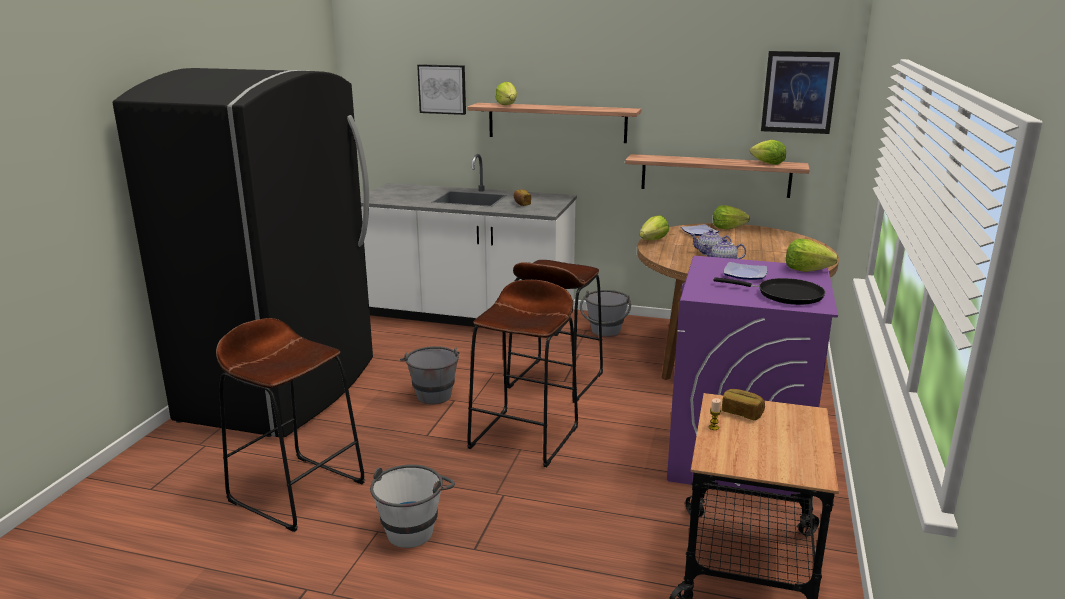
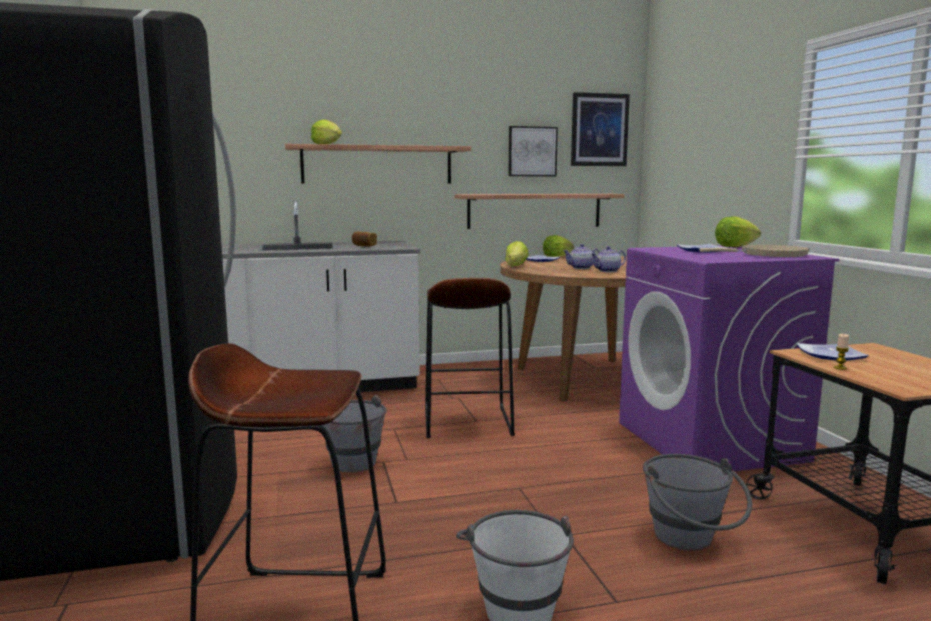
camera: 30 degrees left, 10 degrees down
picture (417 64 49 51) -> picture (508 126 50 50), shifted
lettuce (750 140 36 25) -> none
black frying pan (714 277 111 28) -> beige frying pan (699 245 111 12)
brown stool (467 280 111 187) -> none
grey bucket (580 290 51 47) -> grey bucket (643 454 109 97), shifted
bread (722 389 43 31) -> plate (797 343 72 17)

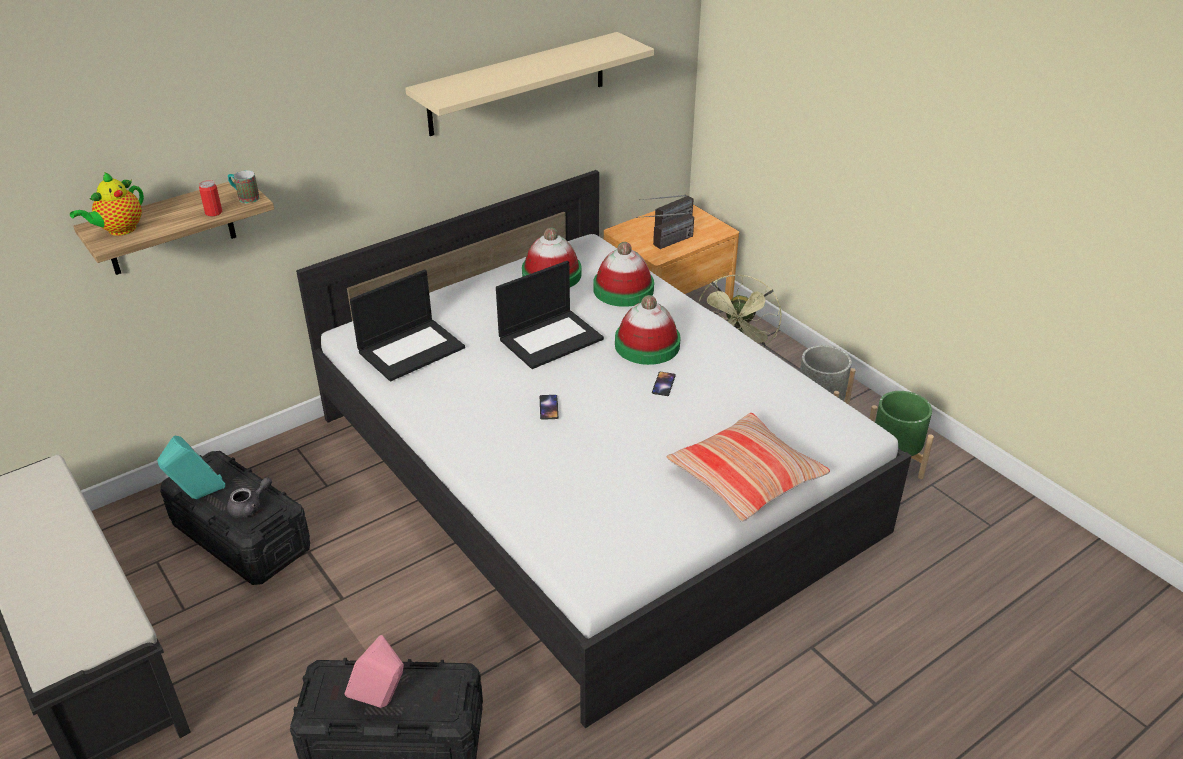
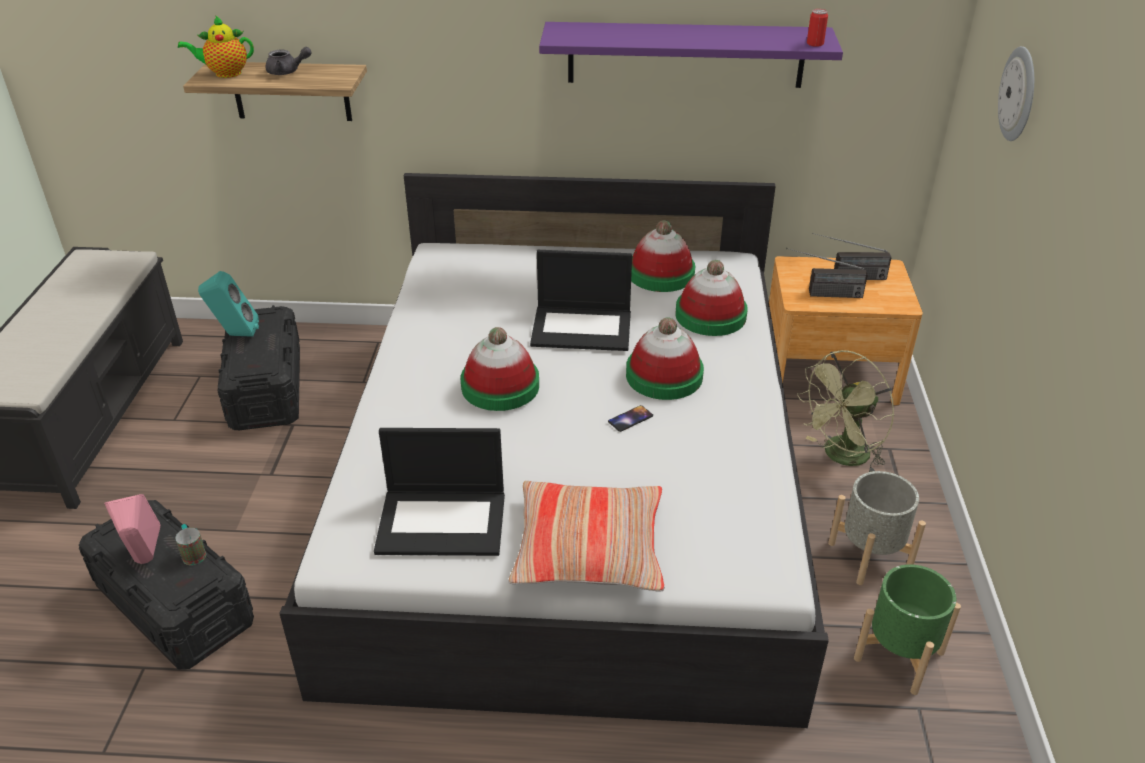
camera: 40 degrees right, 0 degrees up
beige shelf (405 32 249 104) -> purple shelf (539 22 304 66)
mug (228 170 32 33) -> mug (175 524 31 41), shifted
can (199 180 23 36) -> can (807 9 21 38), shifted
laptop (350 270 115 111) -> laptop (374 428 131 128), shifted
phone (540 395 18 25) -> hat (461 327 78 84)
grey teapot (227 477 45 41) -> grey teapot (265 47 47 28), shifted
none -> wall clock (998 46 36 95)

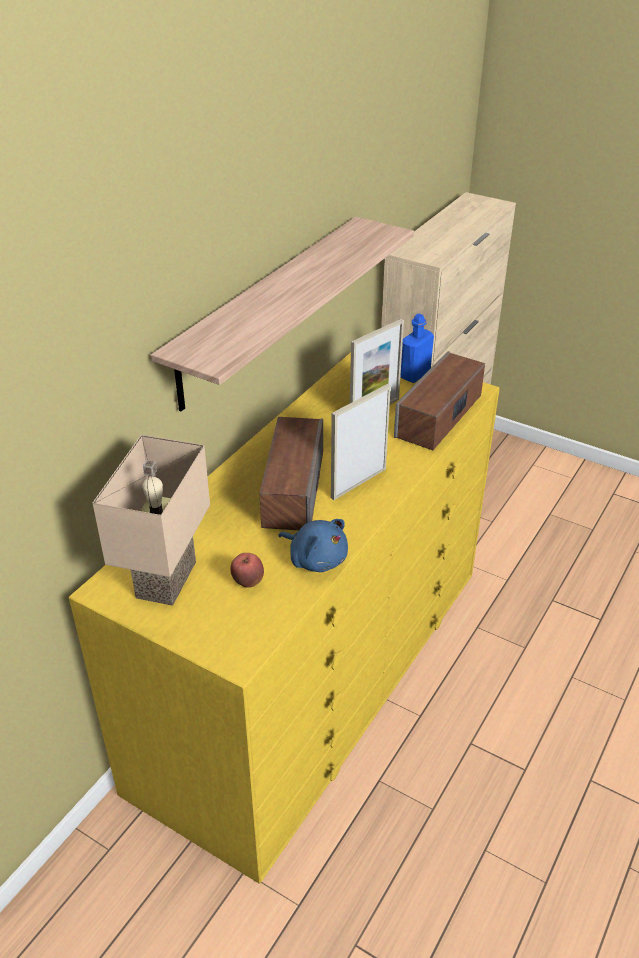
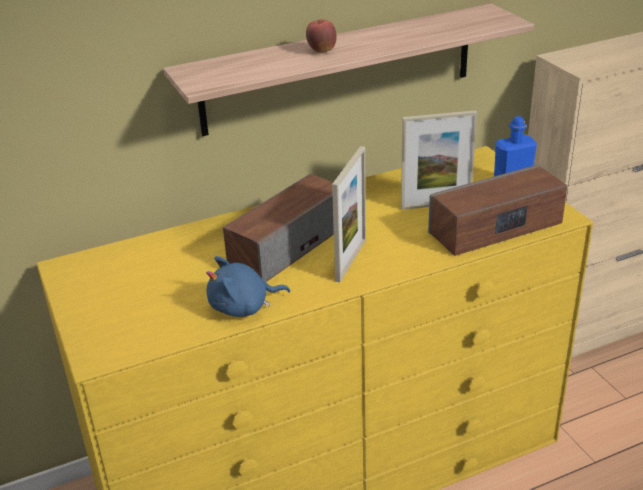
camera: 35 degrees right, 5 degrees down
picture frame (331 384 60 116) -> picture frame (332 146 34 136), 120 degrees clockwise
beige table lamp (93 435 117 171) -> none
blue plush toy (279 519 69 53) -> blue plush toy (206 256 84 61), 90 degrees clockwise
apple (230 553 34 35) -> apple (306 19 30 34), shifted

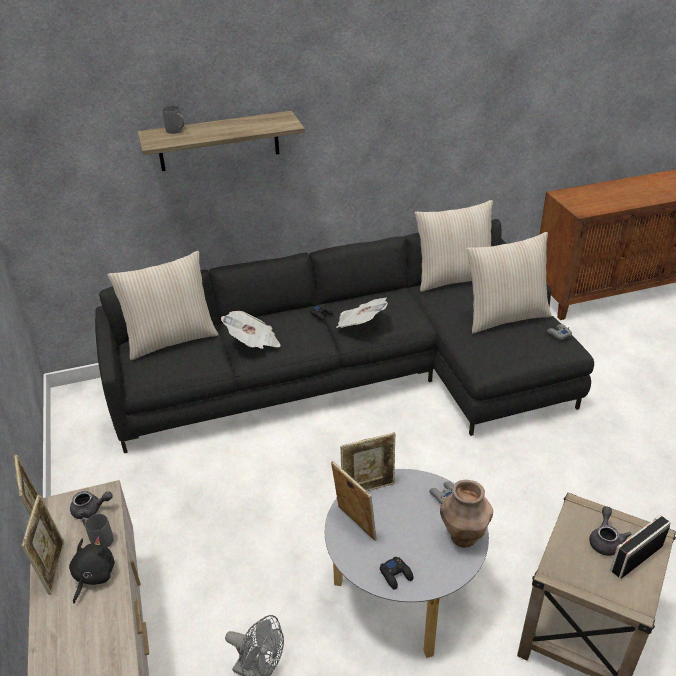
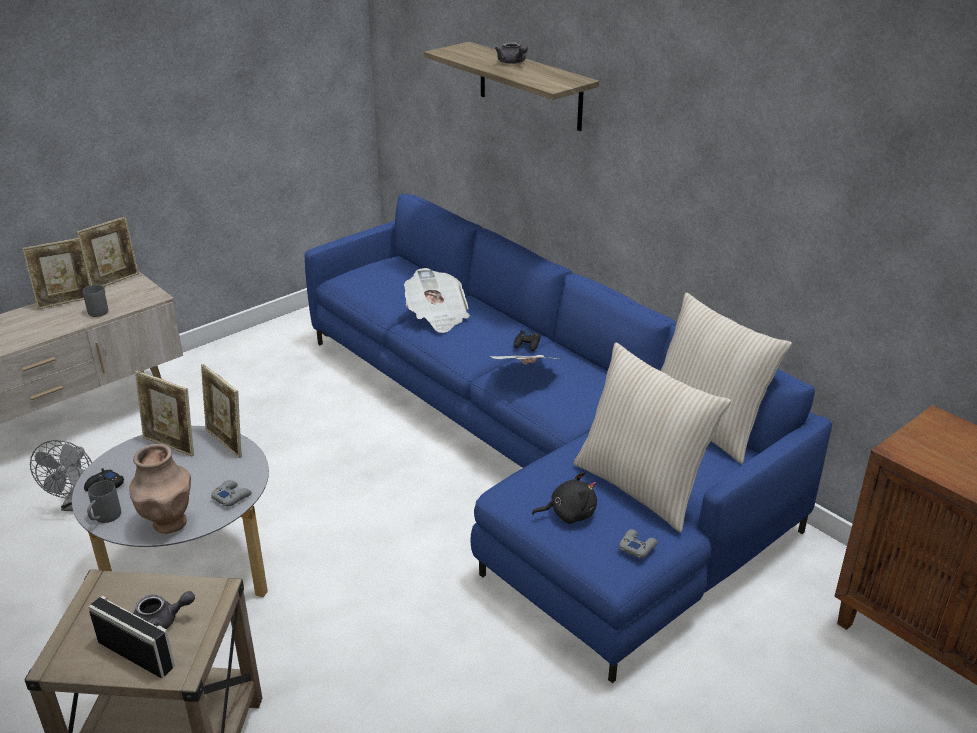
camera: 65 degrees right, 5 degrees down
grey mug (162 105 22 29) -> grey mug (87 481 34 42), shifted
black sofa (95 219 499 234) -> blue sofa (305 194 527 489)
beige pillow (108 251 111 109) -> none
picture frame (331 461 46 80) -> picture frame (135 371 59 86), 90 degrees clockwise
grey teapot (70 491 43 28) -> grey teapot (495 42 33 22), shifted
black plush toy (69 536 46 68) -> black plush toy (532 472 65 52), shifted

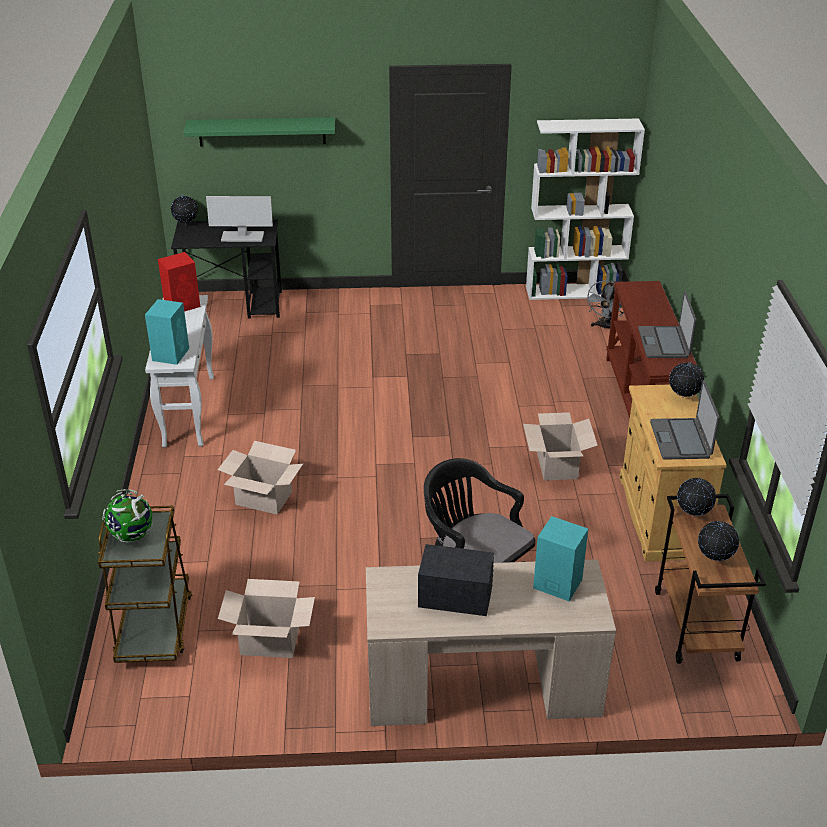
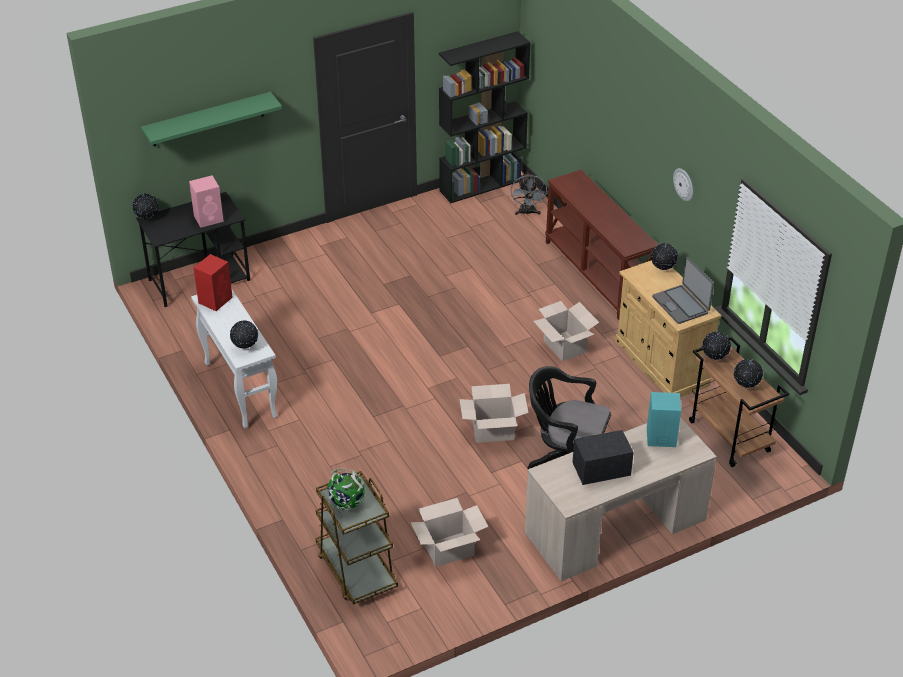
camera: 25 degrees left, 5 degrees up
white bookcase (526 118 119 182) -> black bookcase (439 31 92 172)
monitor (206 196 67 46) -> pink speaker (189 175 35 53)
laptop (638 291 59 67) -> none
turquoise speaker (145 299 44 66) -> globe (230 320 28 29)
cardboard box (218 441 85 73) -> cardboard box (459 384 70 59), shifted
none -> wall clock (673 168 20 33)

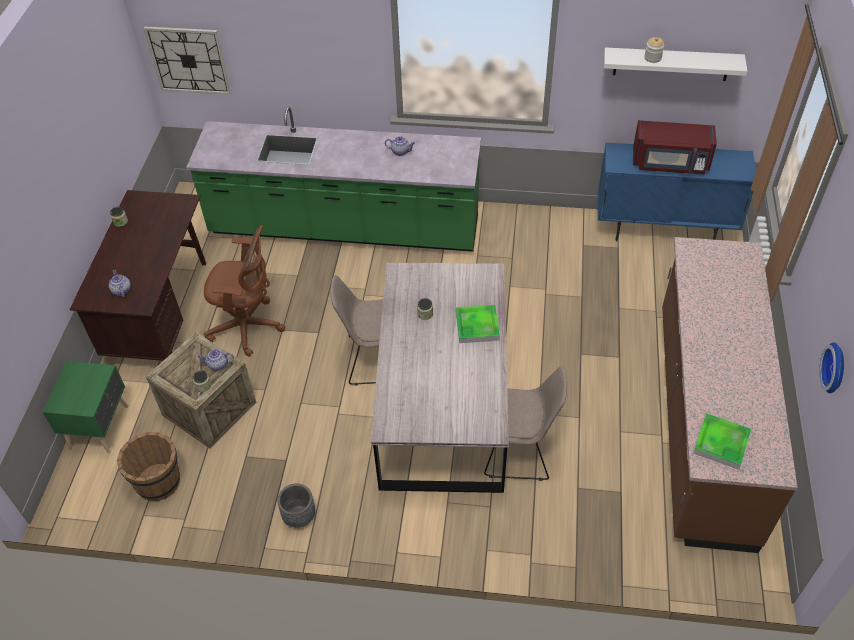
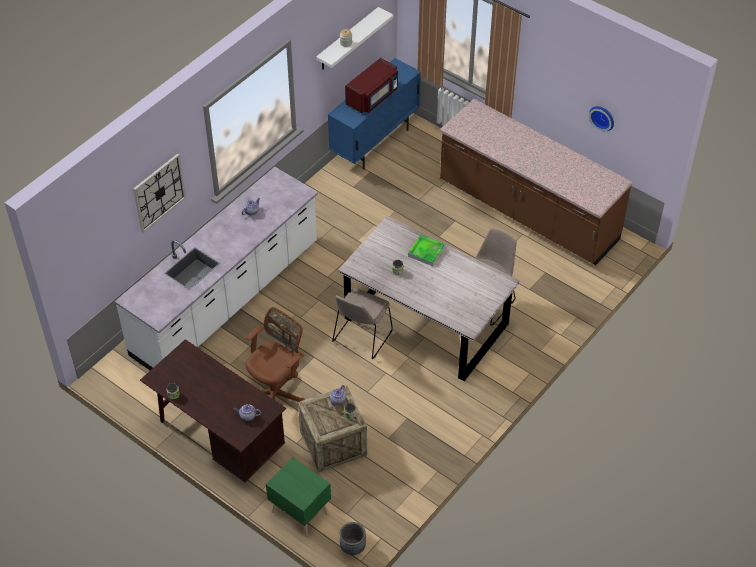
camera: 60 degrees left, 0 degrees up
wall clock (143 27 88 68) -> wall clock (133 153 53 80), shifted
green counter (186 107 295 145) -> white counter (115 167 203 203)
tray (693 413 59 57) -> none
brown bucket (117 432 63 69) -> none
grey planter (277 484 39 44) -> grey planter (340 522 26 33), shifted

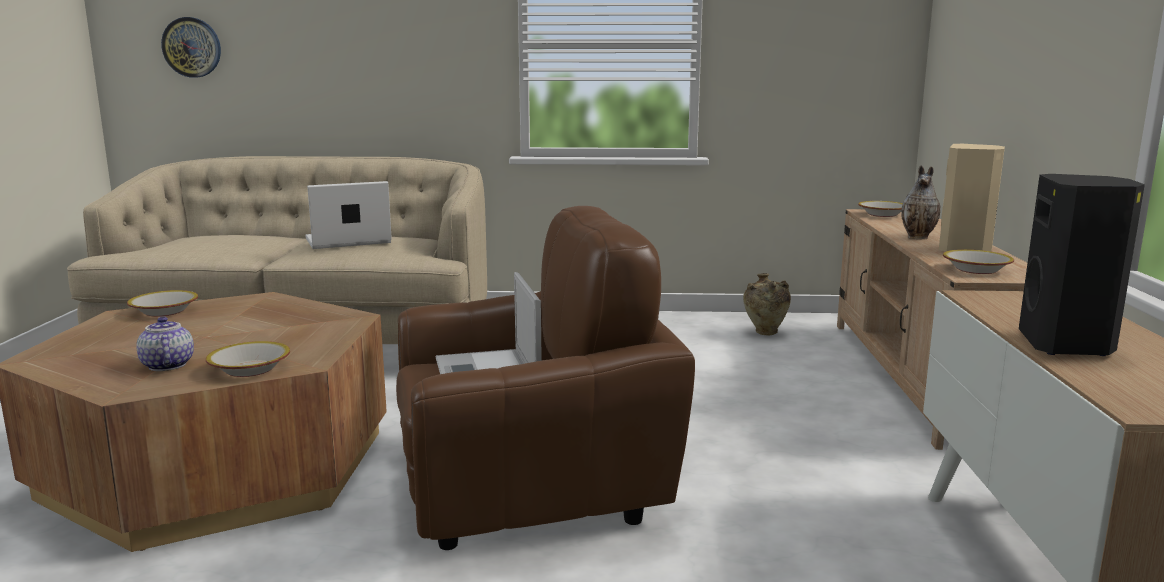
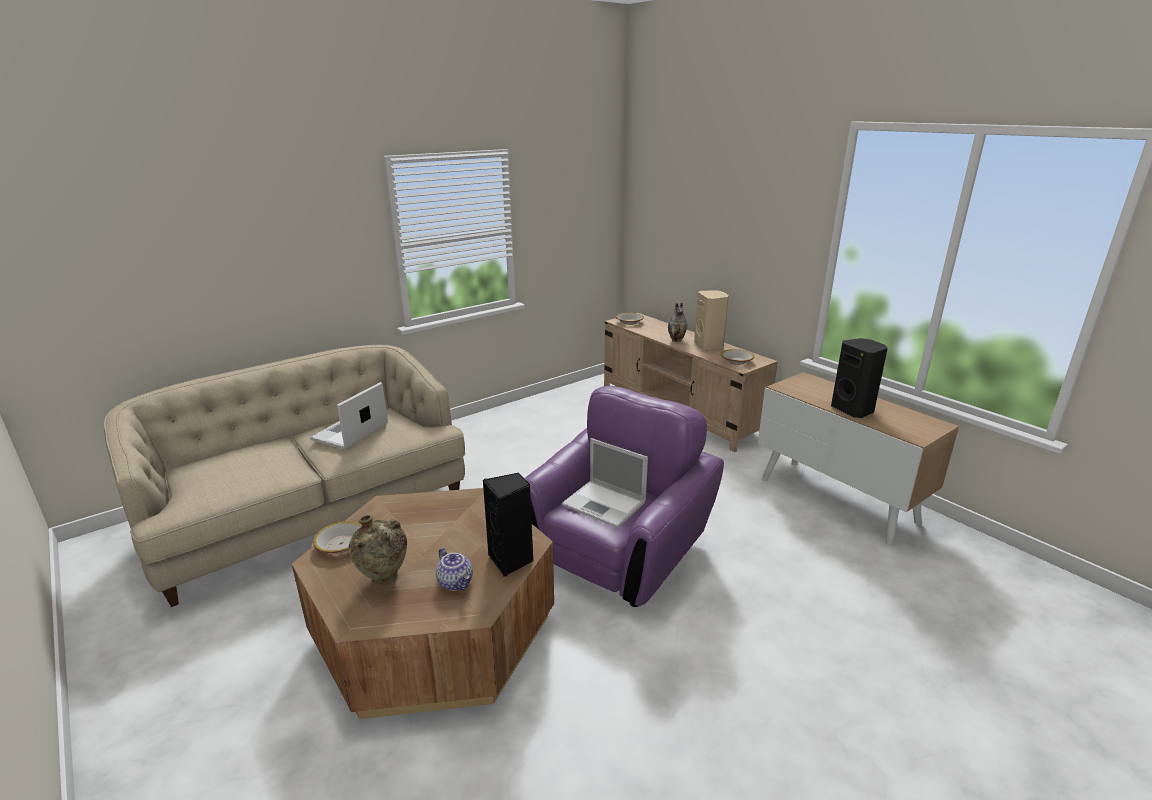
camera: 40 degrees left, 10 degrees up
wall clock (161 17 60 61) -> none
brown armchair (396 206 299 344) -> purple armchair (524 386 200 221)
beige vase (743 273 48 62) -> beige vase (348 515 59 70), shifted
teapot (136 317 58 54) -> teapot (436 548 37 43), 150 degrees counterclockwise
bowl (206 341 84 36) -> black speaker (483 473 50 104)

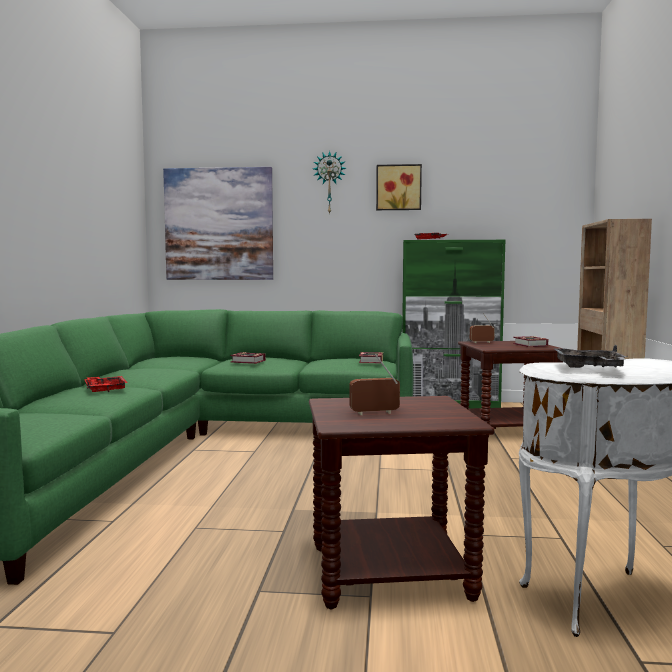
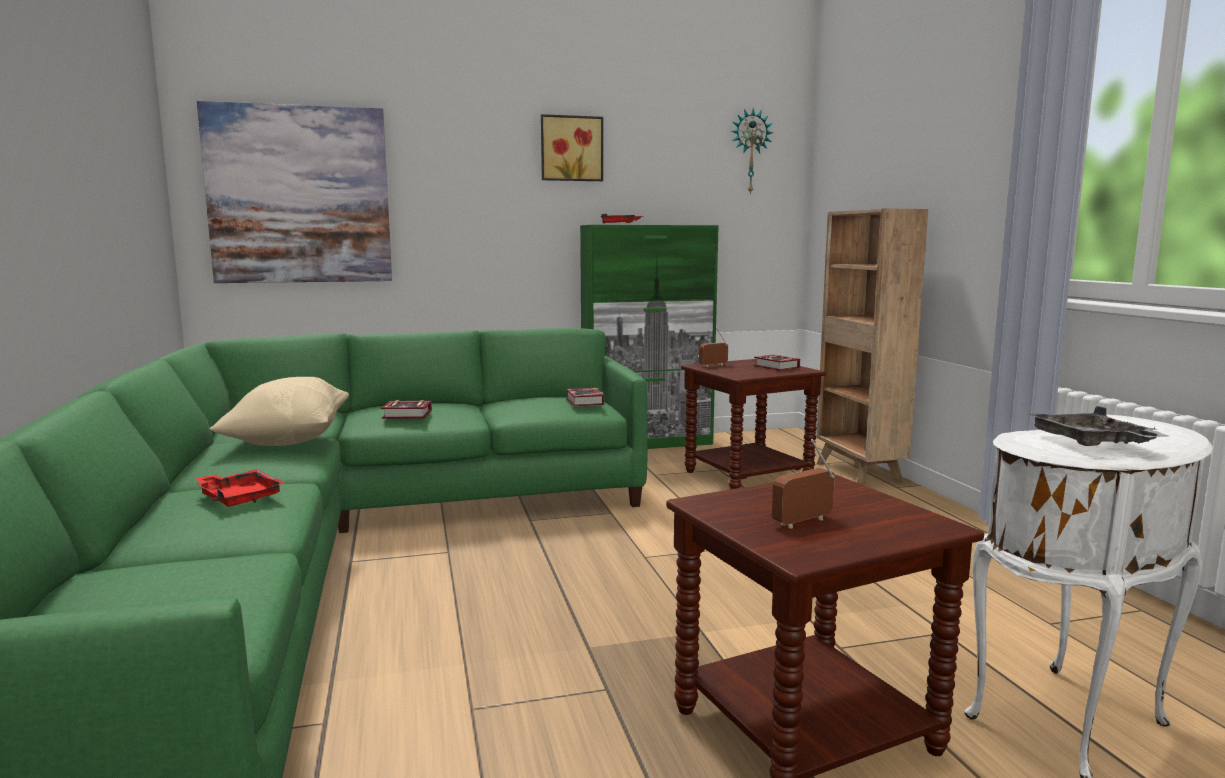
camera: 20 degrees left, 5 degrees up
wall clock (313 151 33 64) -> wall clock (731 107 42 88), shifted
none -> beige pillow (210 377 139 69)

